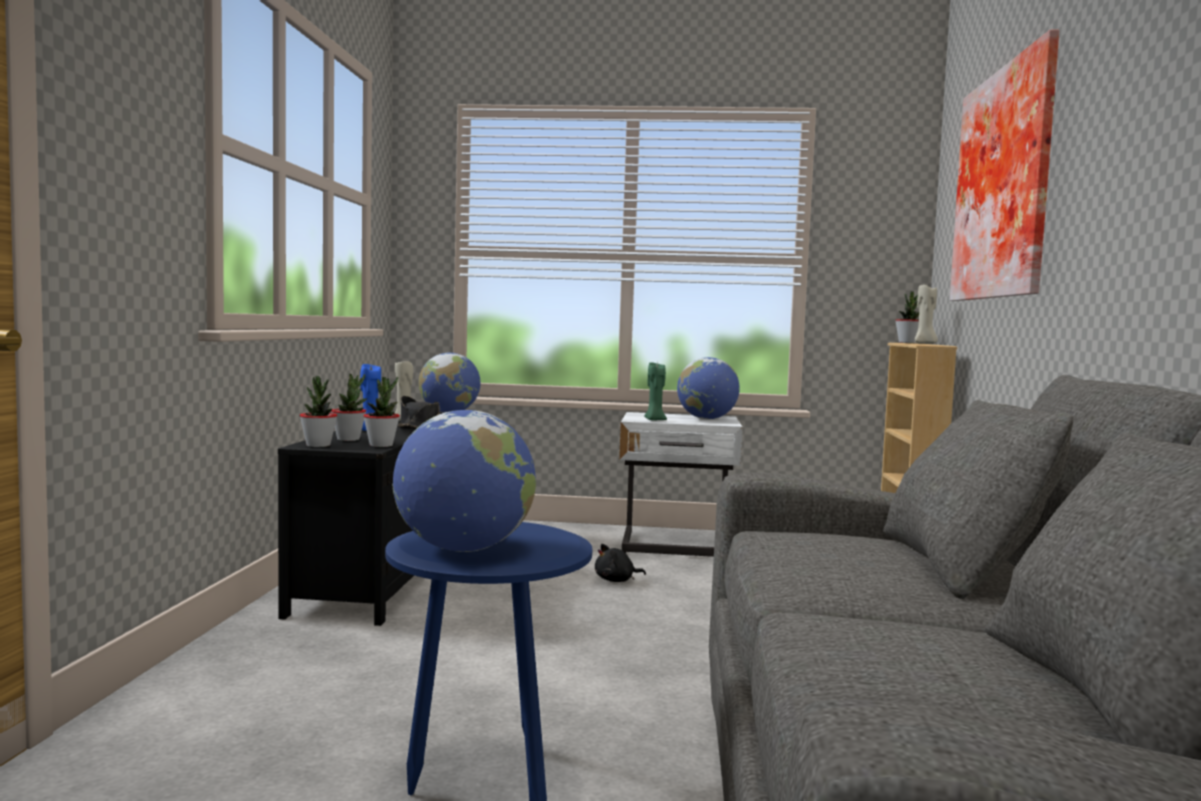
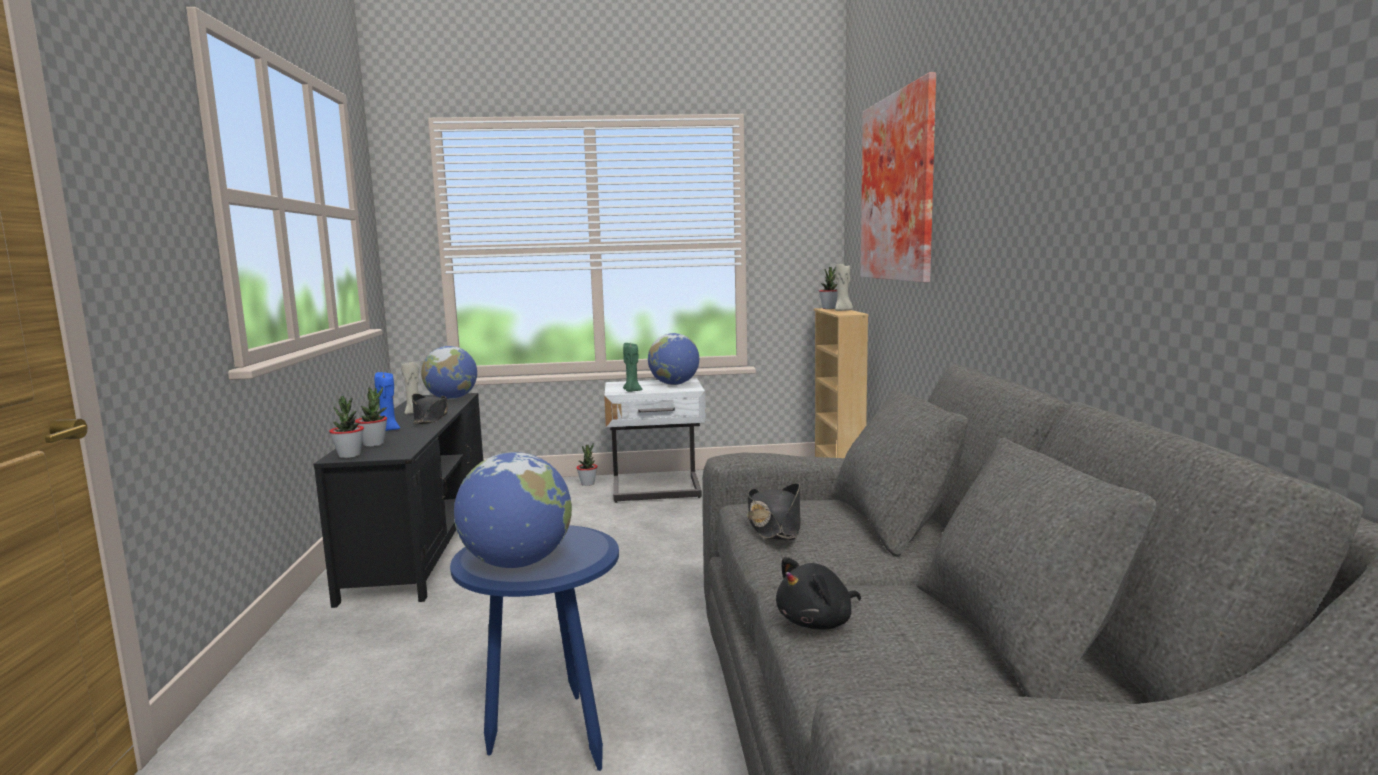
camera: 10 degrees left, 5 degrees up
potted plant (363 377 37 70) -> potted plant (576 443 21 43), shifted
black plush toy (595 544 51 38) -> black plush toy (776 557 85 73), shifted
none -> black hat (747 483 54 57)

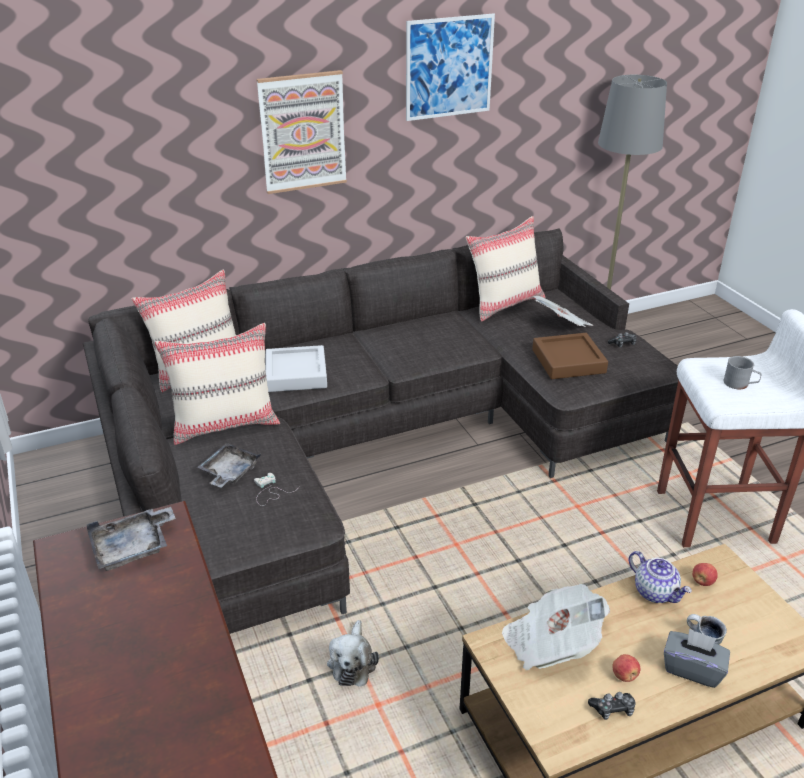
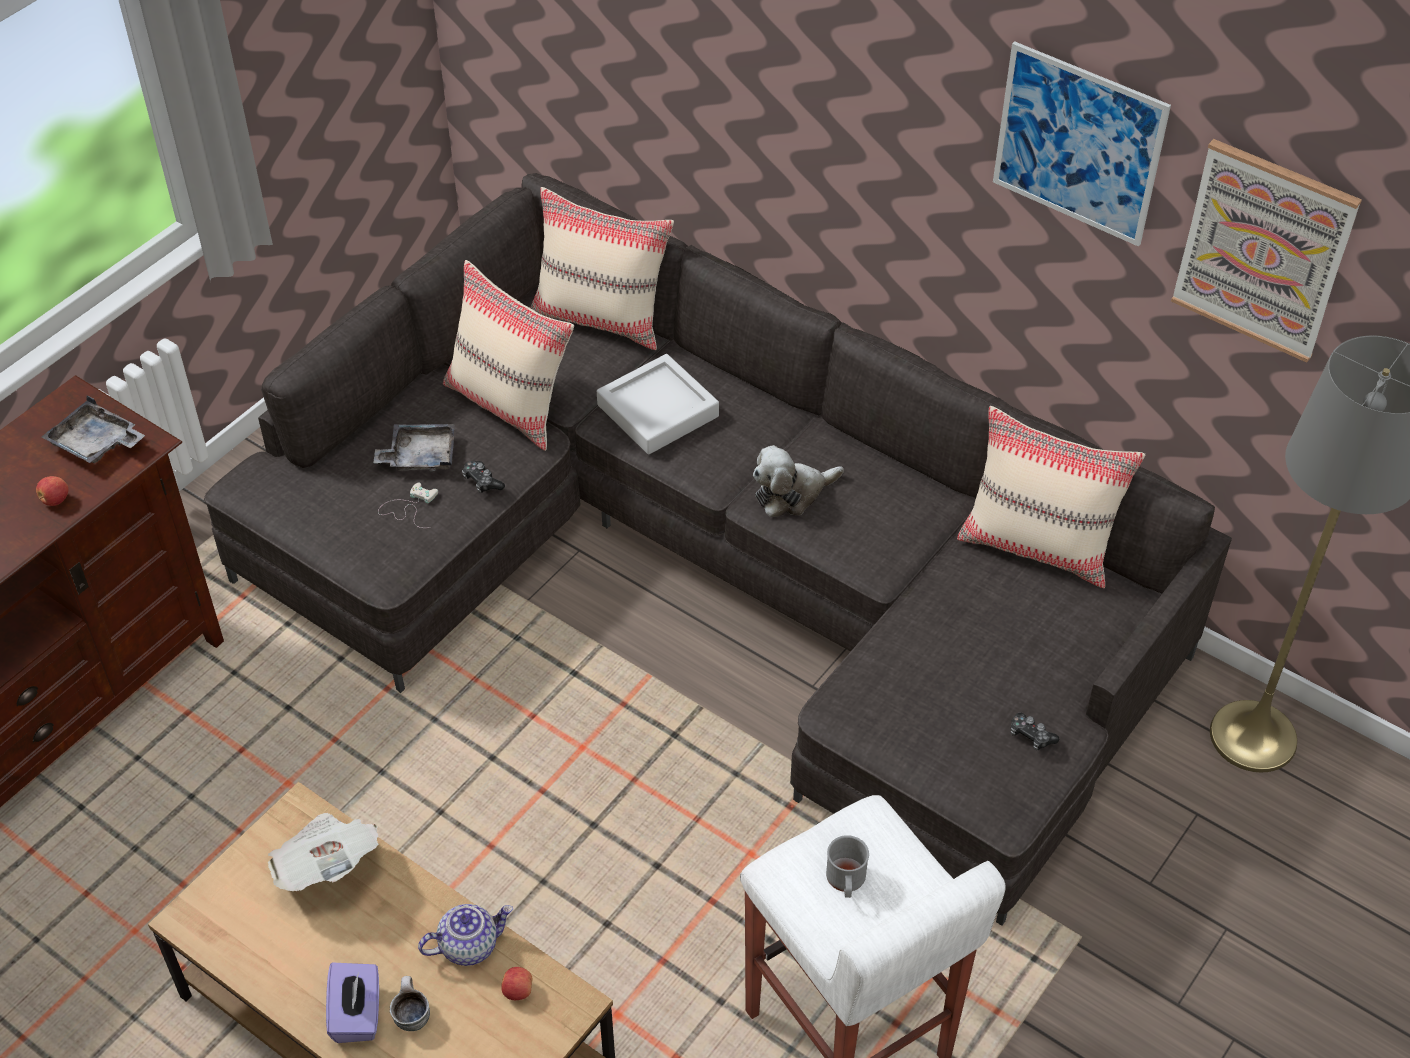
camera: 60 degrees right, 15 degrees up
picture (256 70 91 124) -> picture (1171 139 191 224), shifted
newspaper (533 296 60 31) -> none
brown tray (532 333 76 46) -> none
teapot (629 551 63 52) -> teapot (418 904 95 62), 135 degrees counterclockwise
plush toy (327 620 52 67) -> plush toy (753 445 91 72), shifted
grey tissue box (664 628 66 60) -> purple tissue box (326 962 53 81)
apple (612 654 28 28) -> apple (36 476 33 30), shifted
game controller (588 692 48 28) -> game controller (462 461 43 32), shifted

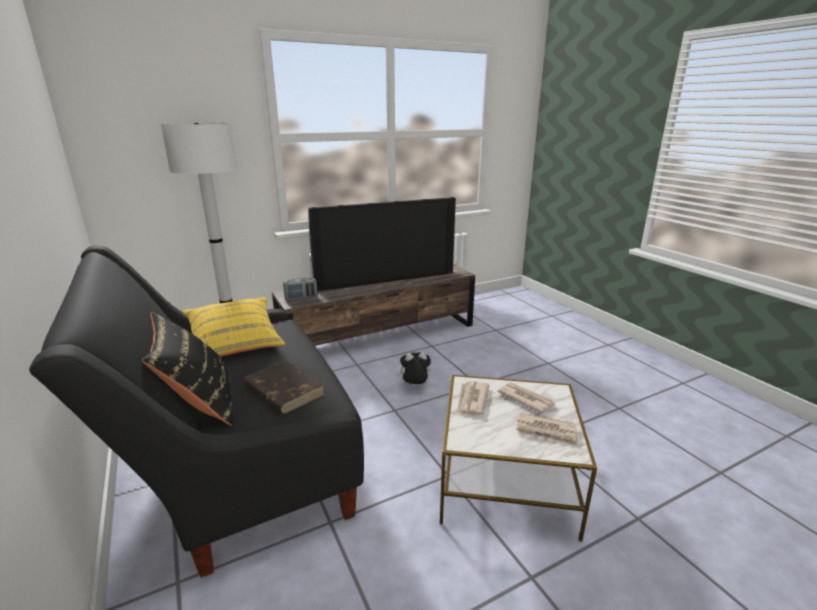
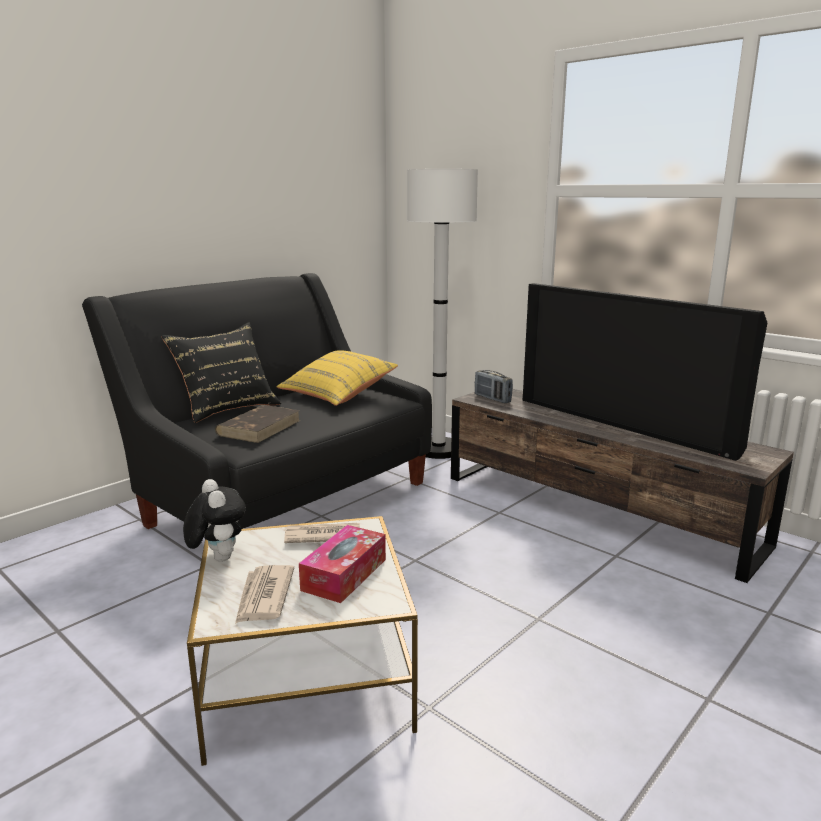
camera: 70 degrees right, 5 degrees down
plush toy (396 352 35 34) -> plush toy (183 479 63 83), shifted
newspaper (498 382 57 31) -> tissue box (299 525 87 78)

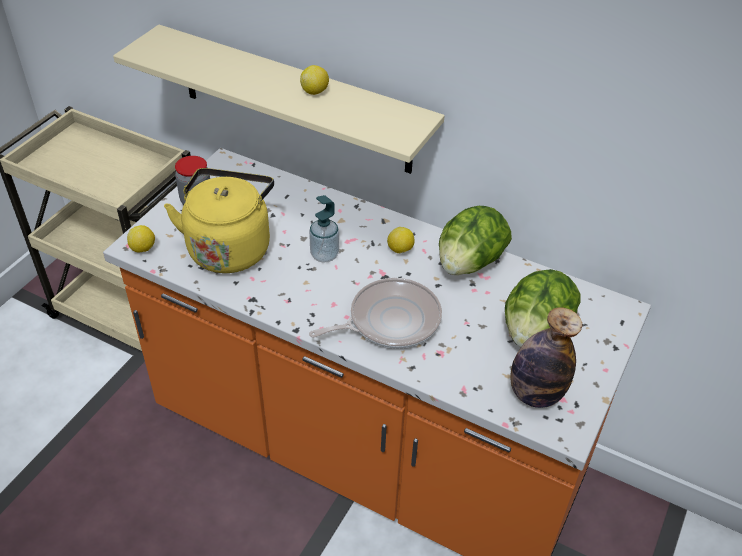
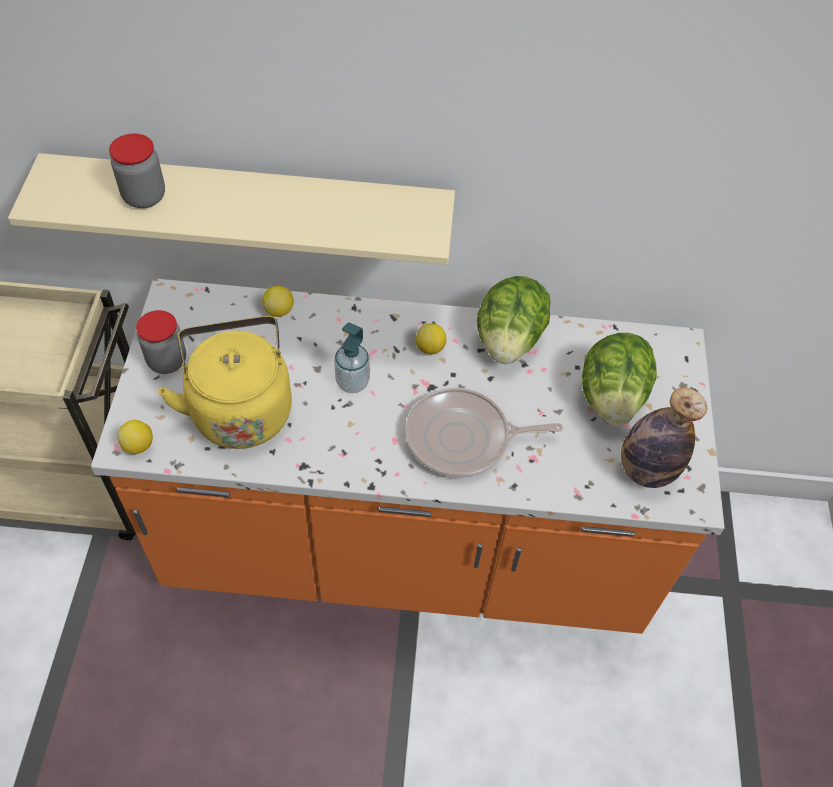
camera: 25 degrees left, 10 degrees up
lemon (300 65 29 30) -> lemon (262 286 32 31), shifted
frying pan (309 278 133 71) -> frying pan (405 388 158 90), 135 degrees counterclockwise
none -> jar (109 133 56 75)

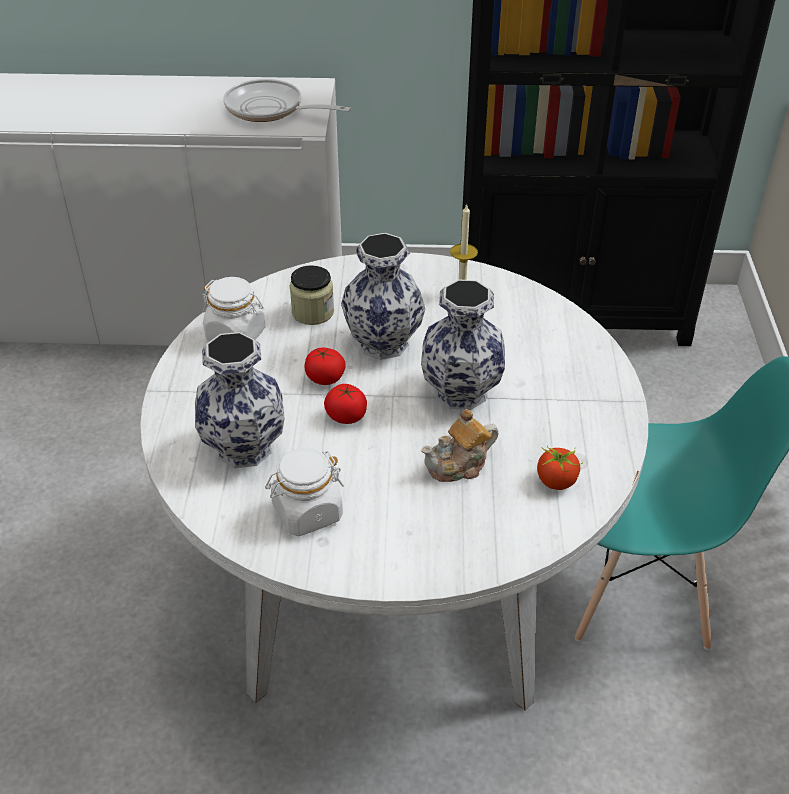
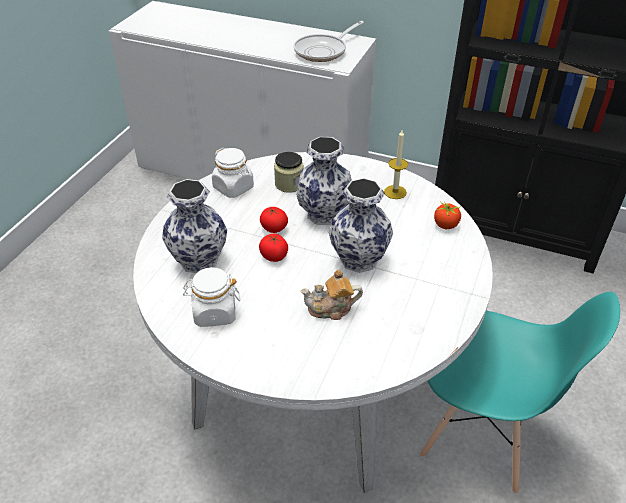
camera: 20 degrees right, 0 degrees up
frying pan (223 79 128 43) -> frying pan (294 21 70 41), 90 degrees counterclockwise
tomato (537 446 46 44) -> tomato (434 201 27 28), shifted

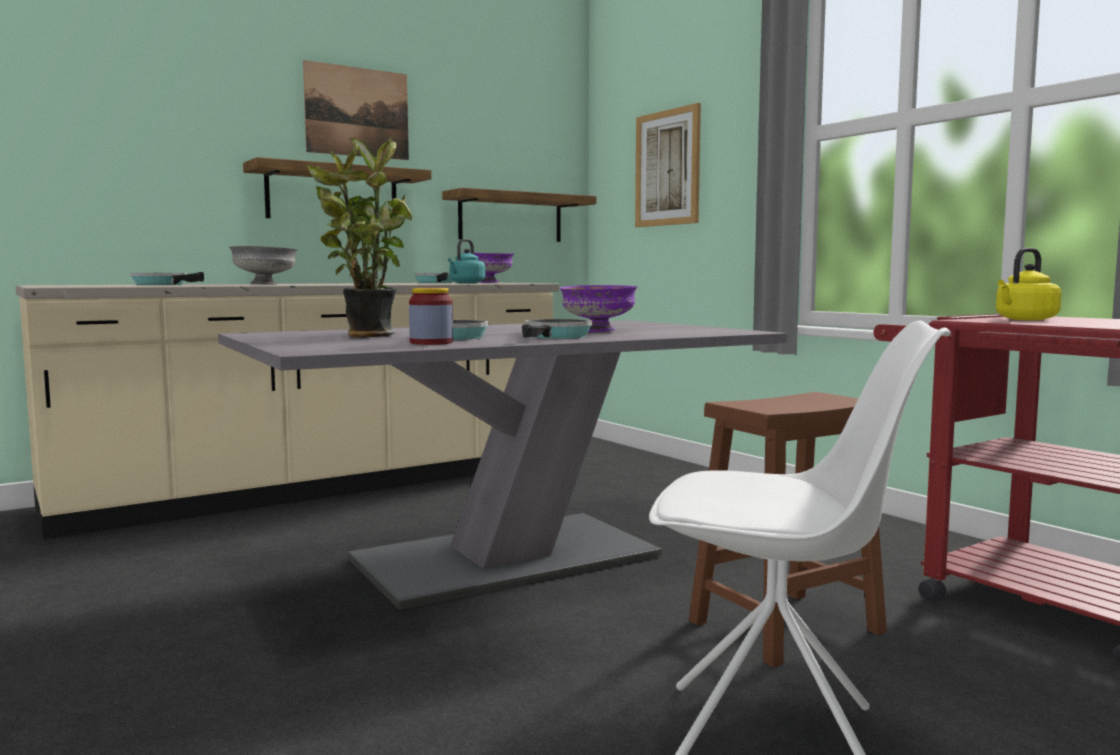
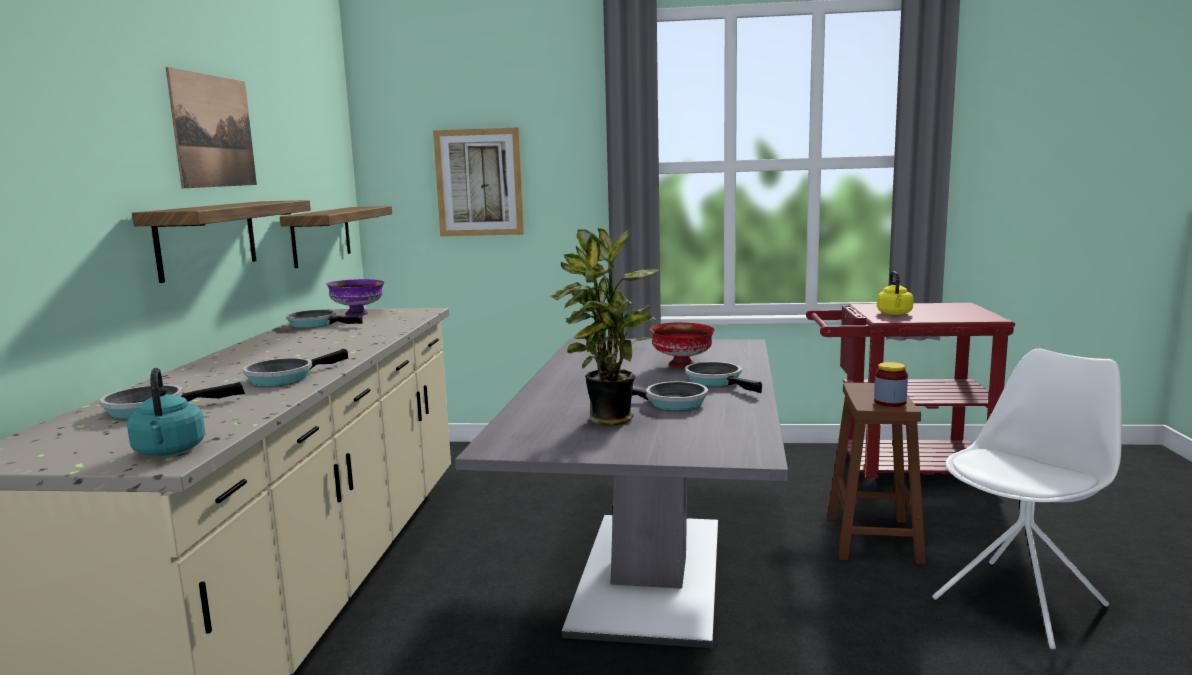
camera: 50 degrees left, 5 degrees up
turquoise kettle (448 239 37 45) -> turquoise kettle (127 368 78 88), shifted
grey bowl (229 246 69 39) -> frying pan (243 349 105 37)
purple bowl (559 285 79 47) -> red bowl (650 322 65 46)
jar (409 288 44 57) -> jar (874 362 34 45), shifted

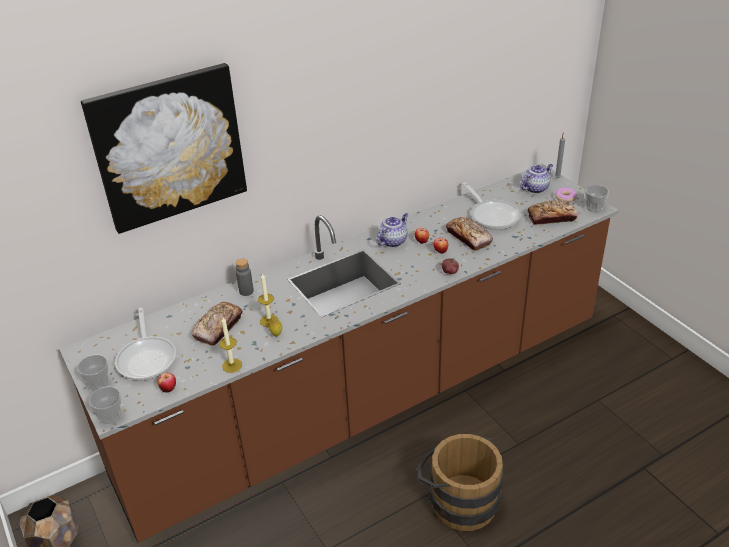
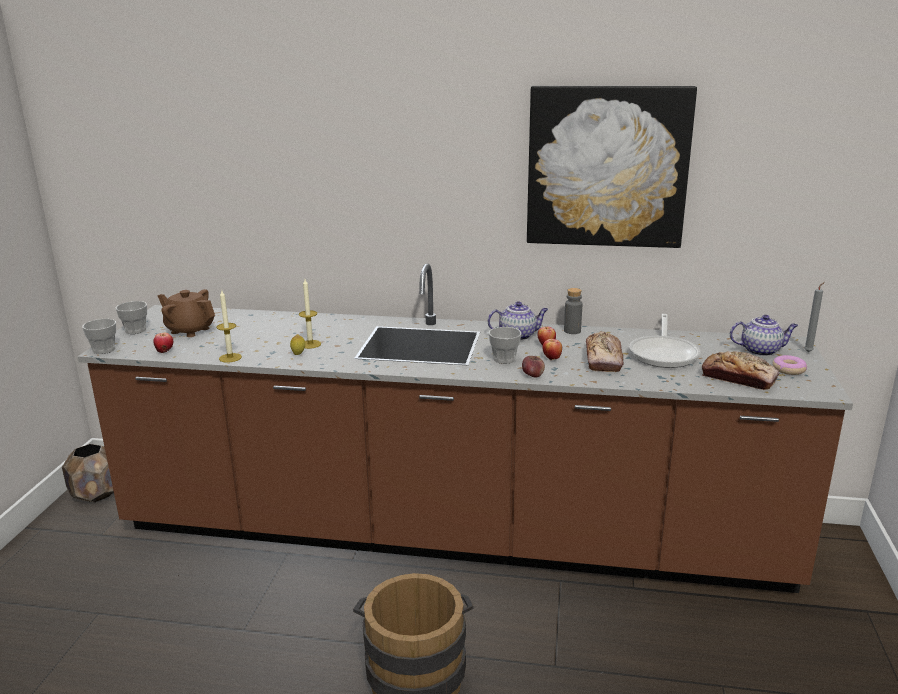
camera: 40 degrees right, 15 degrees down
picture (81 63 166 171) -> picture (527 86 170 162), shifted
cup (585 185 24 27) -> cup (489 327 33 37), shifted
grey bottle (236 258 18 38) -> grey bottle (564 288 18 46), shifted
bread (192 302 50 44) -> none
frying pan (115 308 61 72) -> brown teapot (158 289 57 48)

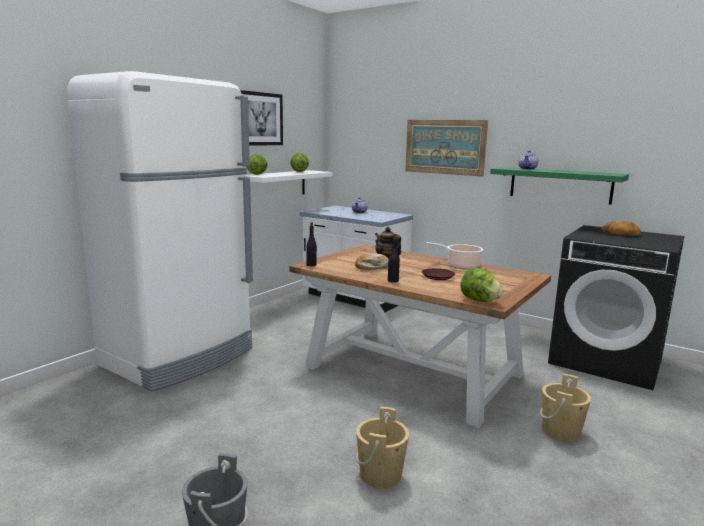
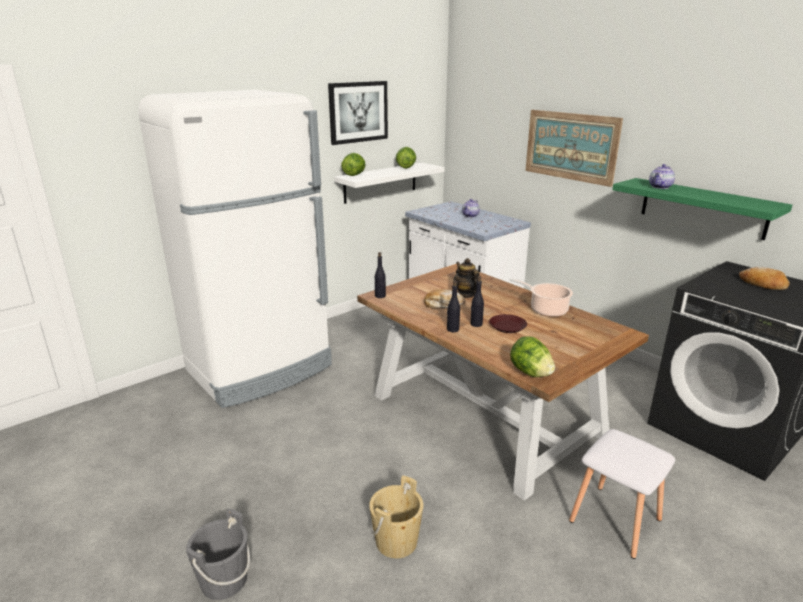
camera: 15 degrees right, 10 degrees up
beige bucket (540 374 51 68) -> white stool (569 429 106 130)
none -> black bottle (471 276 13 51)

